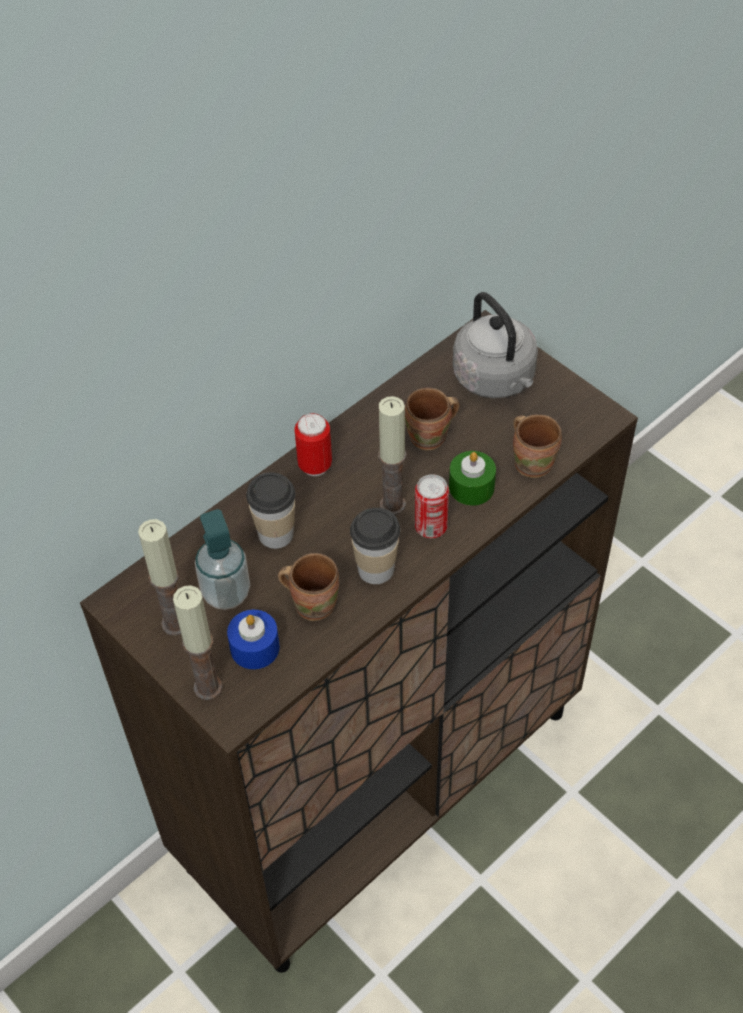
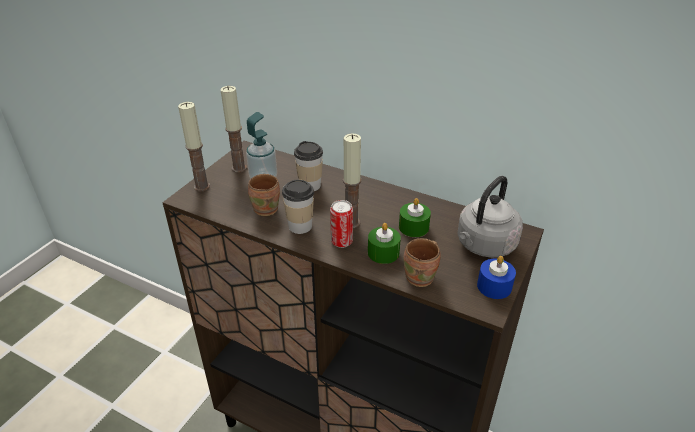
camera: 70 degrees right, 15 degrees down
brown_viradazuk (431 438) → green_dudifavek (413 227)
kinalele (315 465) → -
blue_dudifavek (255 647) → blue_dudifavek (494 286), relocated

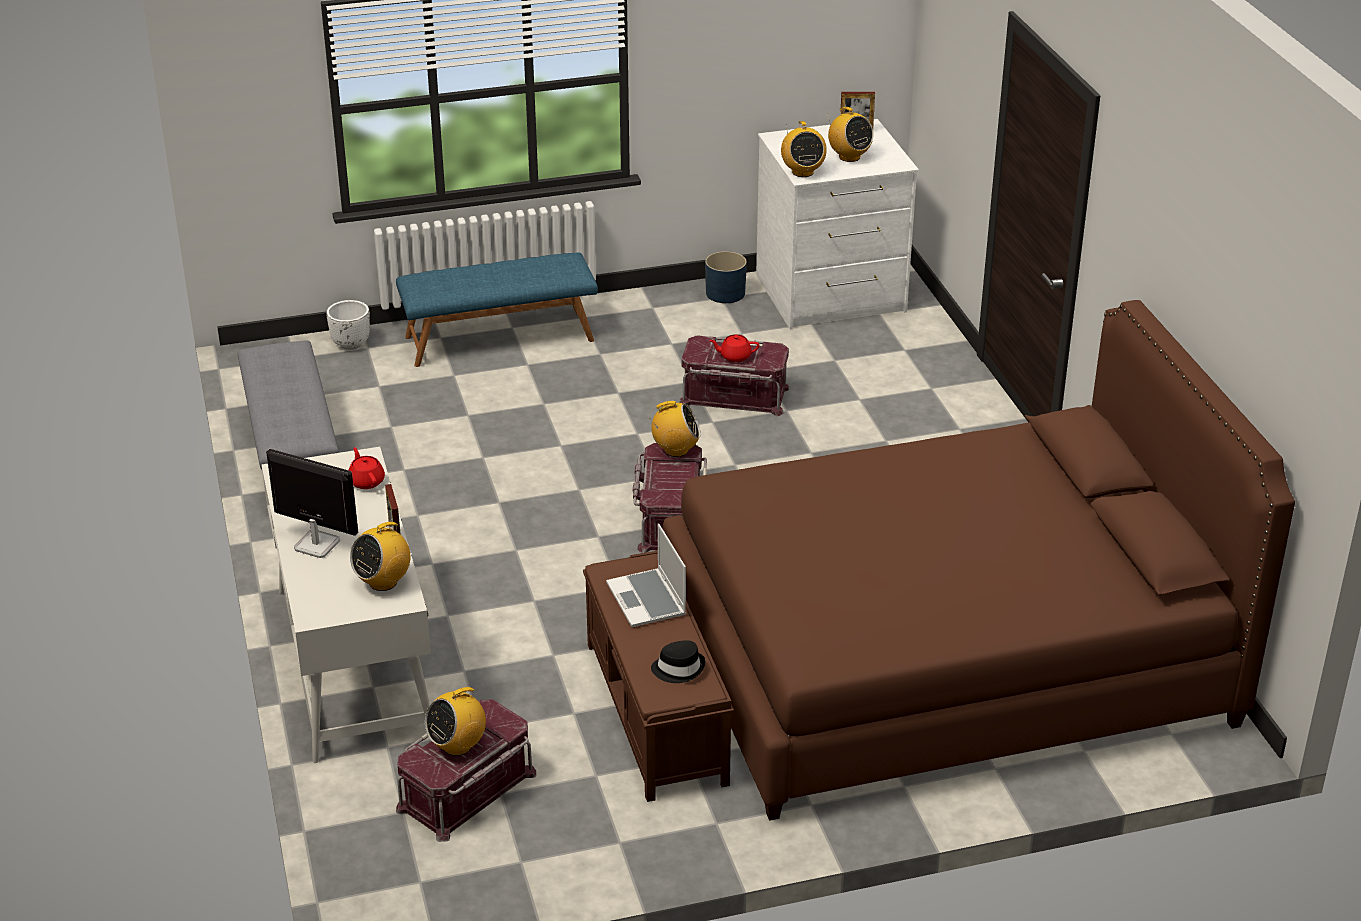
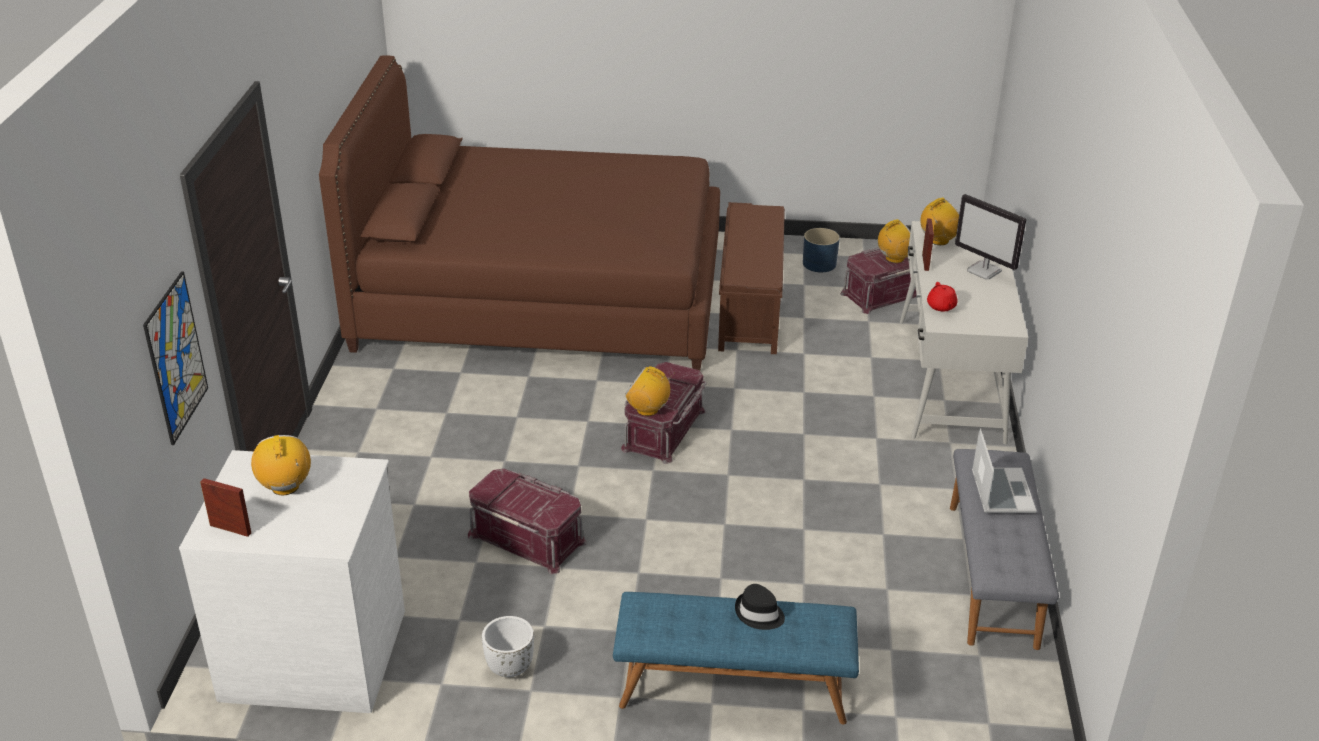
camera: 160 degrees left, 0 degrees up
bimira (802 172) → -
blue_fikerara (725 293) → blue_fikerara (819 264), relocated
white_fikerara (351 344) → white_fikerara (509 668), relocated
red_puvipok (734 356) → -
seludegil (648 600) → seludegil (1001 491), relocated
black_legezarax (679 668) → black_legezarax (759 614), relocated
- → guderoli (176 358)

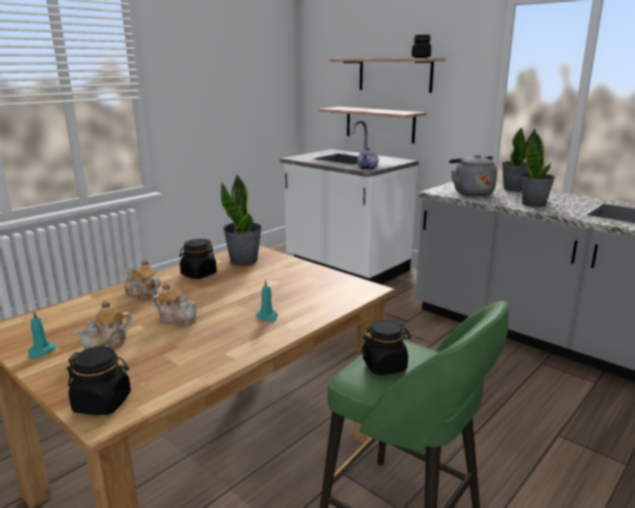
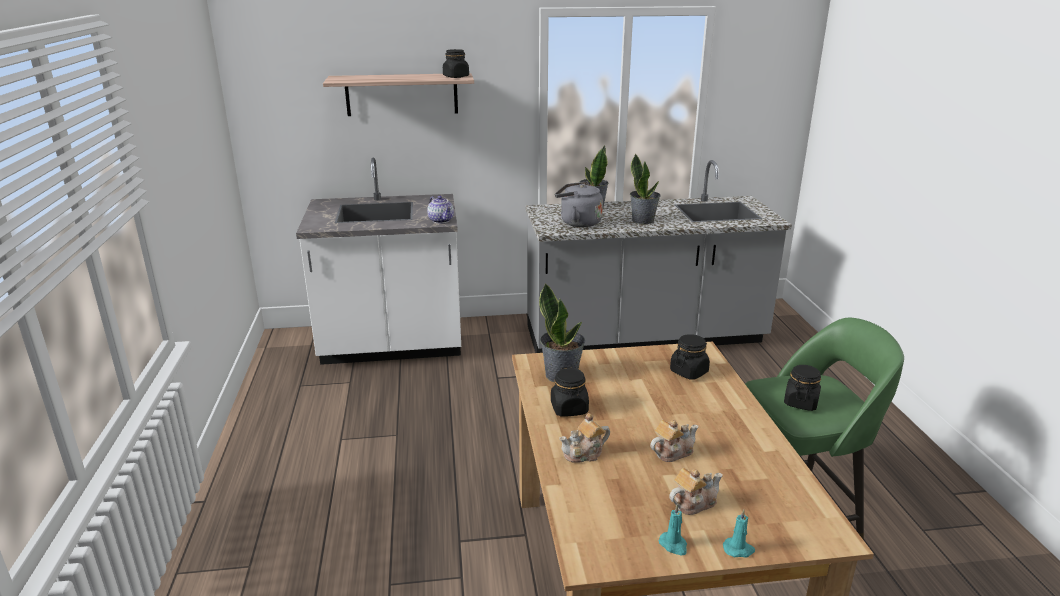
camera: 50 degrees left, 5 degrees up
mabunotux (379 124) → -
turquoise_dudifavek (267 317) → turquoise_dudifavek (739 549), relocated
puvipok (107 344) → puvipok (693 503), 105 degrees counterclockwise
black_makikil (102 403) → black_makikil (689 372), relocated

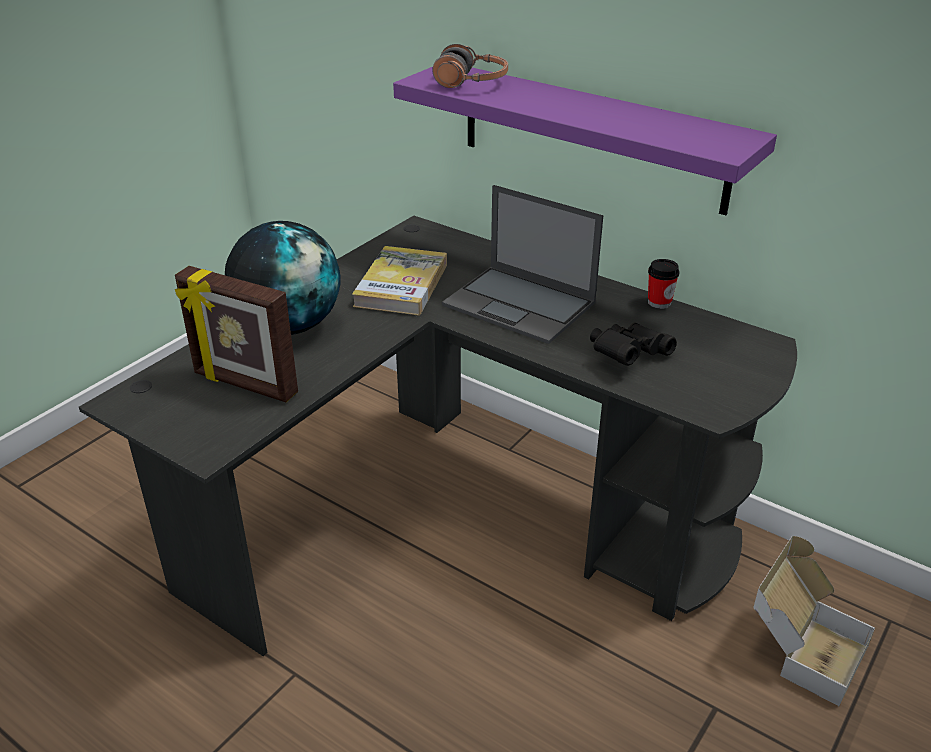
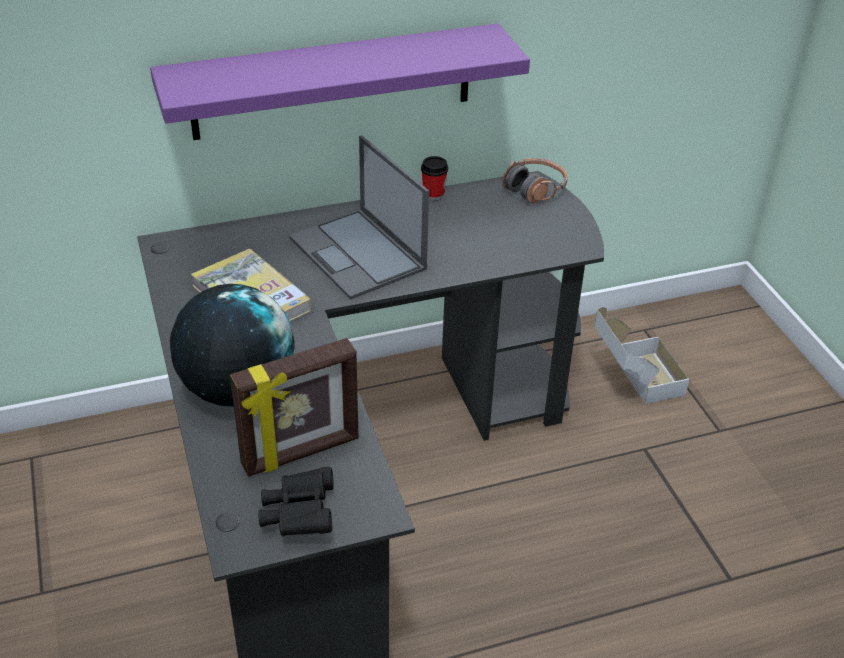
camera: 55 degrees left, 5 degrees up
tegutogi (471 83) → tegutogi (534 188), relocated
seludegil (521 304) → seludegil (358 254), 75 degrees clockwise
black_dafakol (627 356) → black_dafakol (299 515), relocated

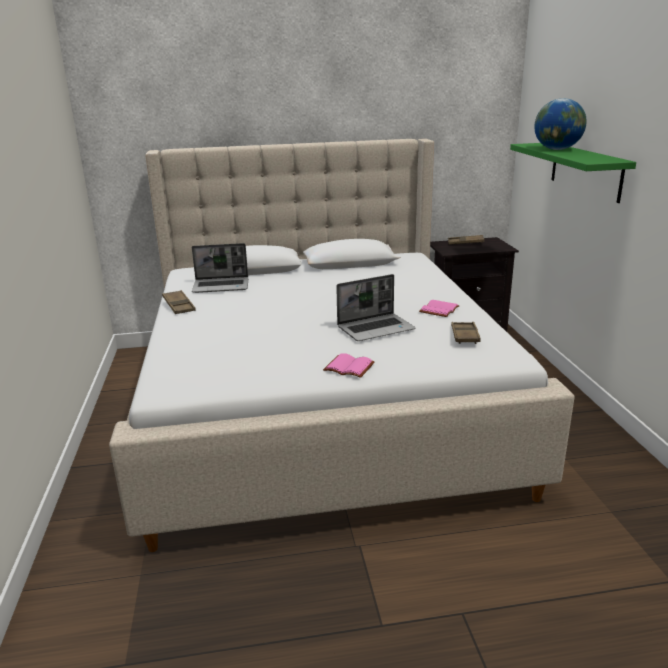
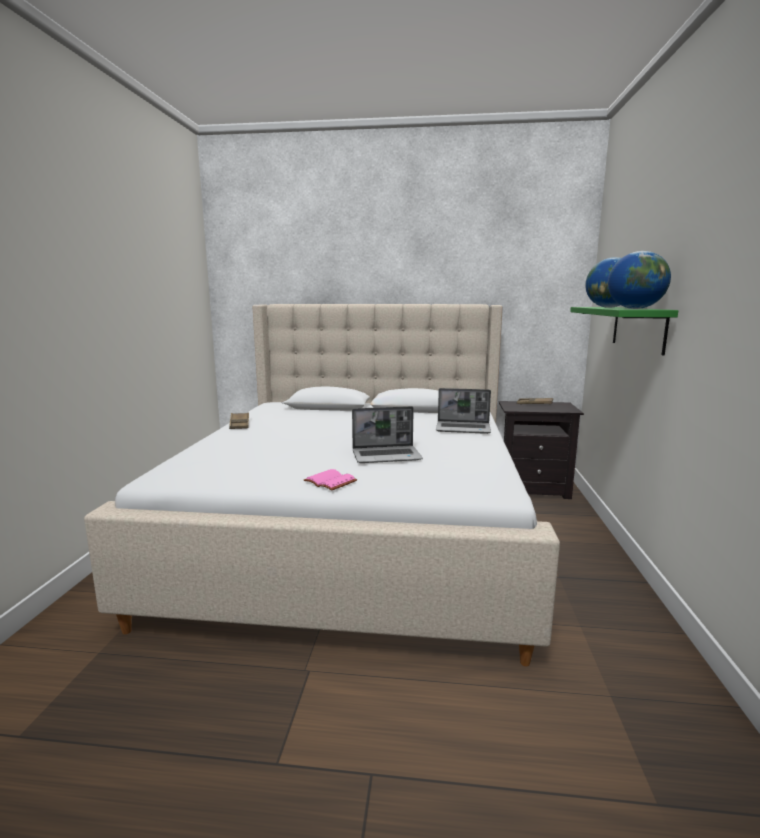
camera: 15 degrees right, 10 degrees down
seludegil (222 286) → seludegil (463 428), relocated
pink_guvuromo (438 309) → -
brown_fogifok (464 336) → -
- → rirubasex (635 308)

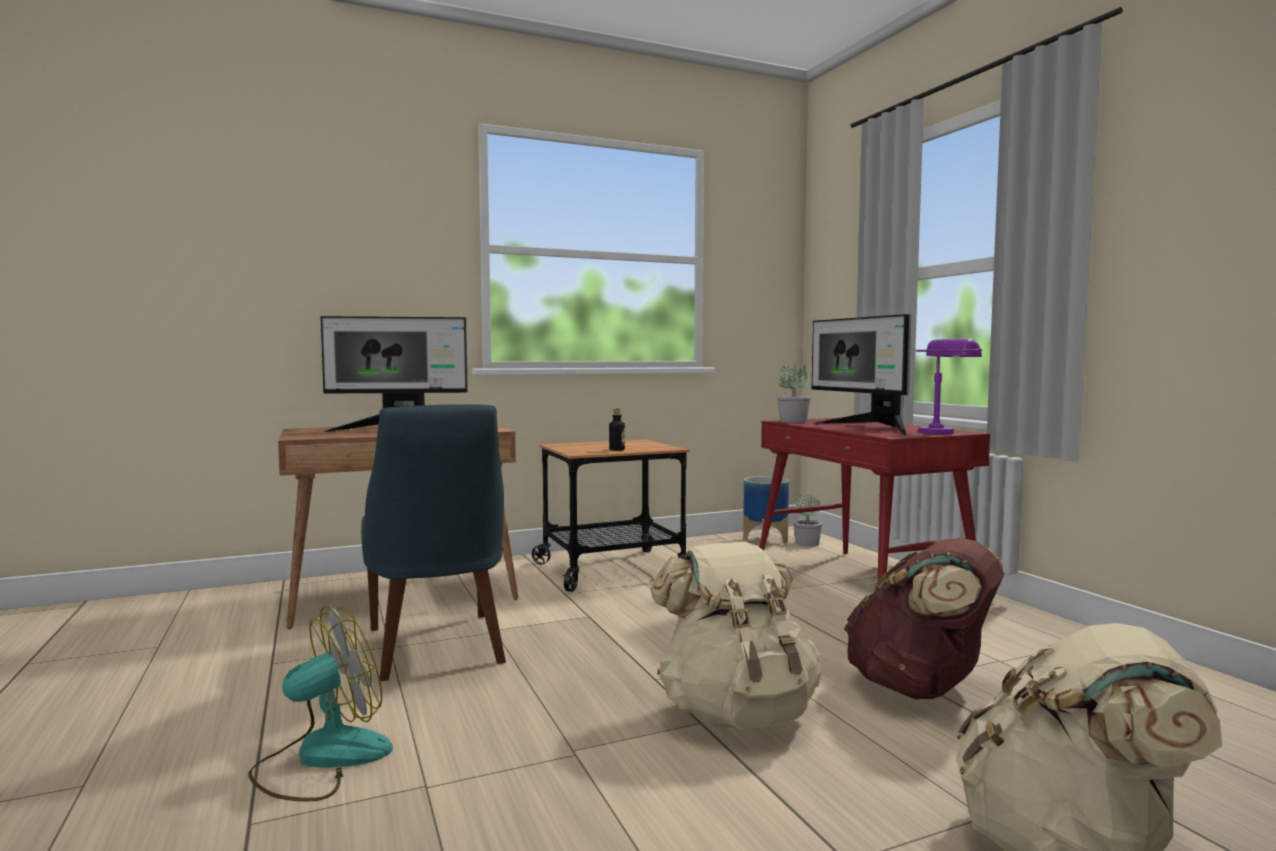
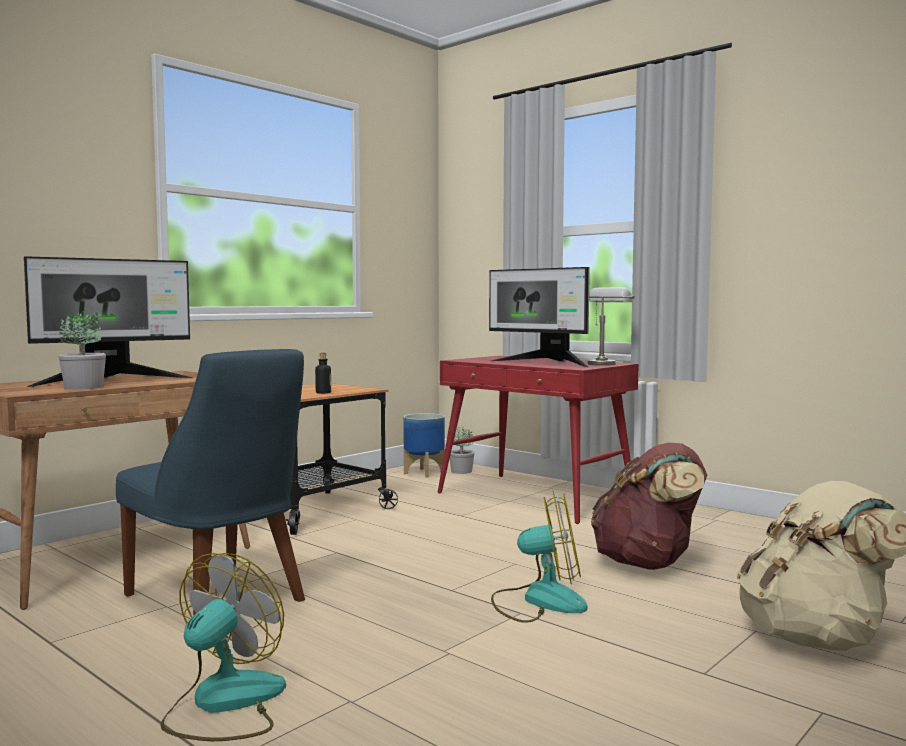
camera: 25 degrees left, 0 degrees up
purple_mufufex (943 432) → grey_mufufex (605 363)
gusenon (793 421) → gusenon (84 387), relocated
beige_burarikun (736 712) → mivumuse (539 601)

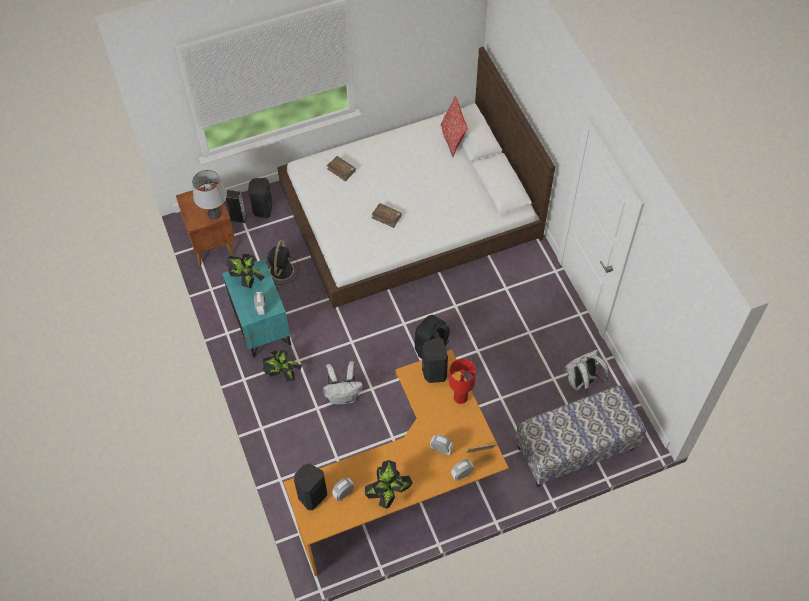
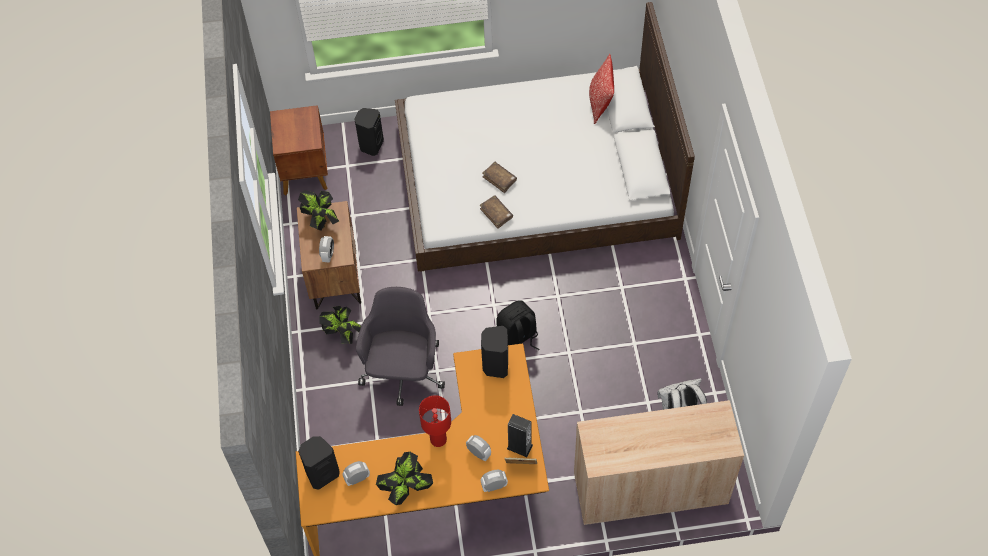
camera: 15 degrees right, 0 degrees up
brown_guvuromo (341 170) → brown_guvuromo (496 214), relocated
grey_mufufex (214 213) → -
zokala (238 217) → zokala (519 446), relocated
black_mivumuse (282 269) → -
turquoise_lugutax (261 326) → brown_lugutax (334 275)
red_mufufex (461 398) → red_mufufex (438 440), relocated
white_burarikun (343 396) → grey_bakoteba (403 372)
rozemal (575 449) → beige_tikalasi (650 488)

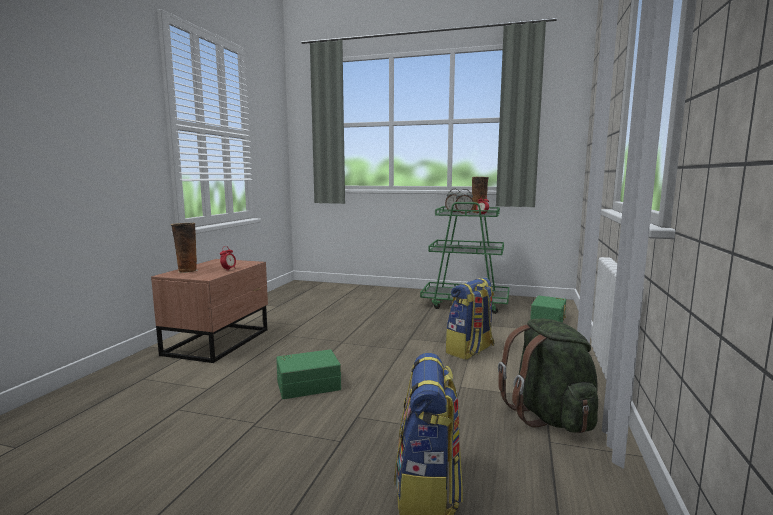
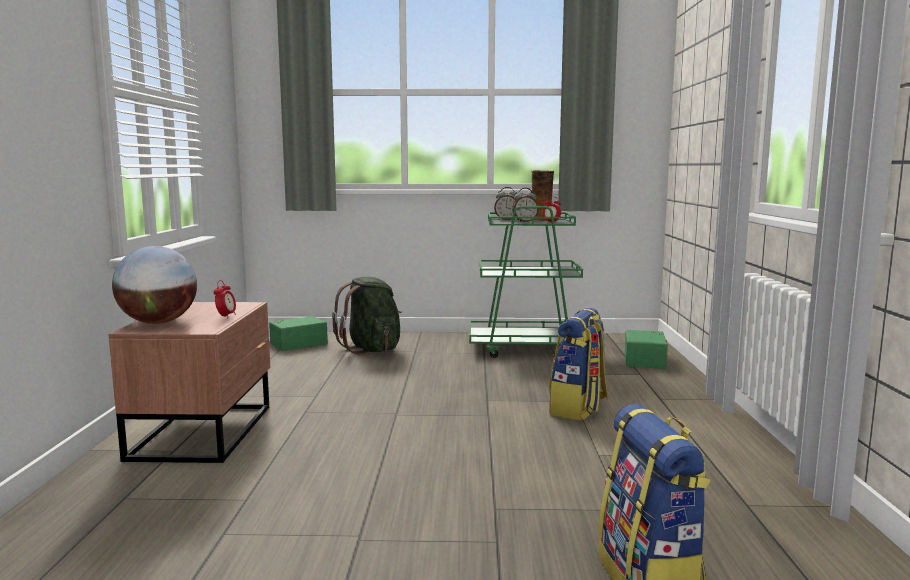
camera: 15 degrees left, 0 degrees up
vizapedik (186 271) → rirubasex (158 322)
green_burarikun (549 416) → green_burarikun (372 349), relocated
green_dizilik (308 384) → green_dizilik (298 343), relocated

